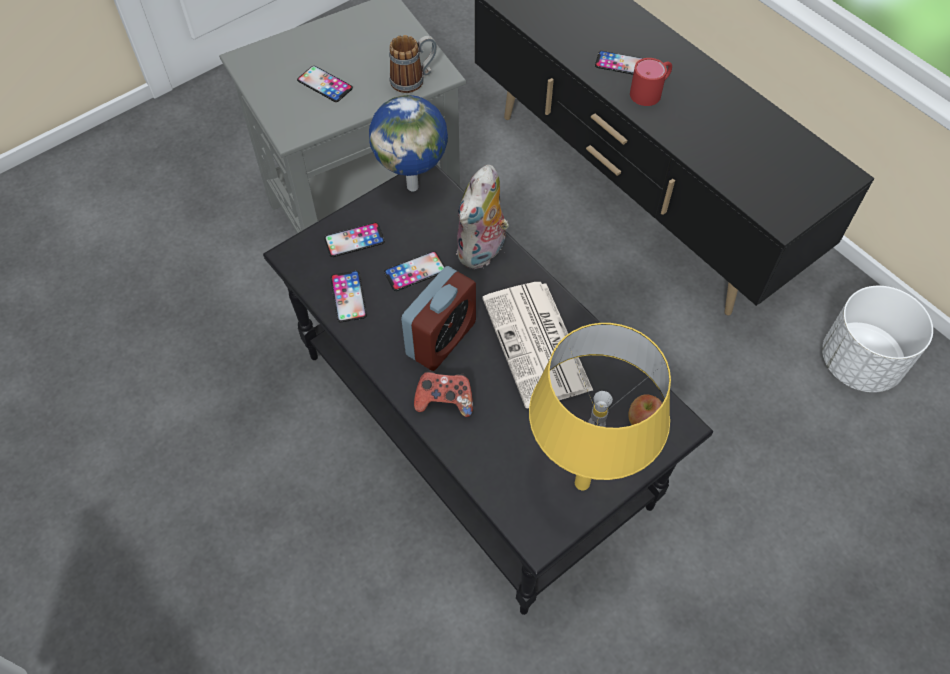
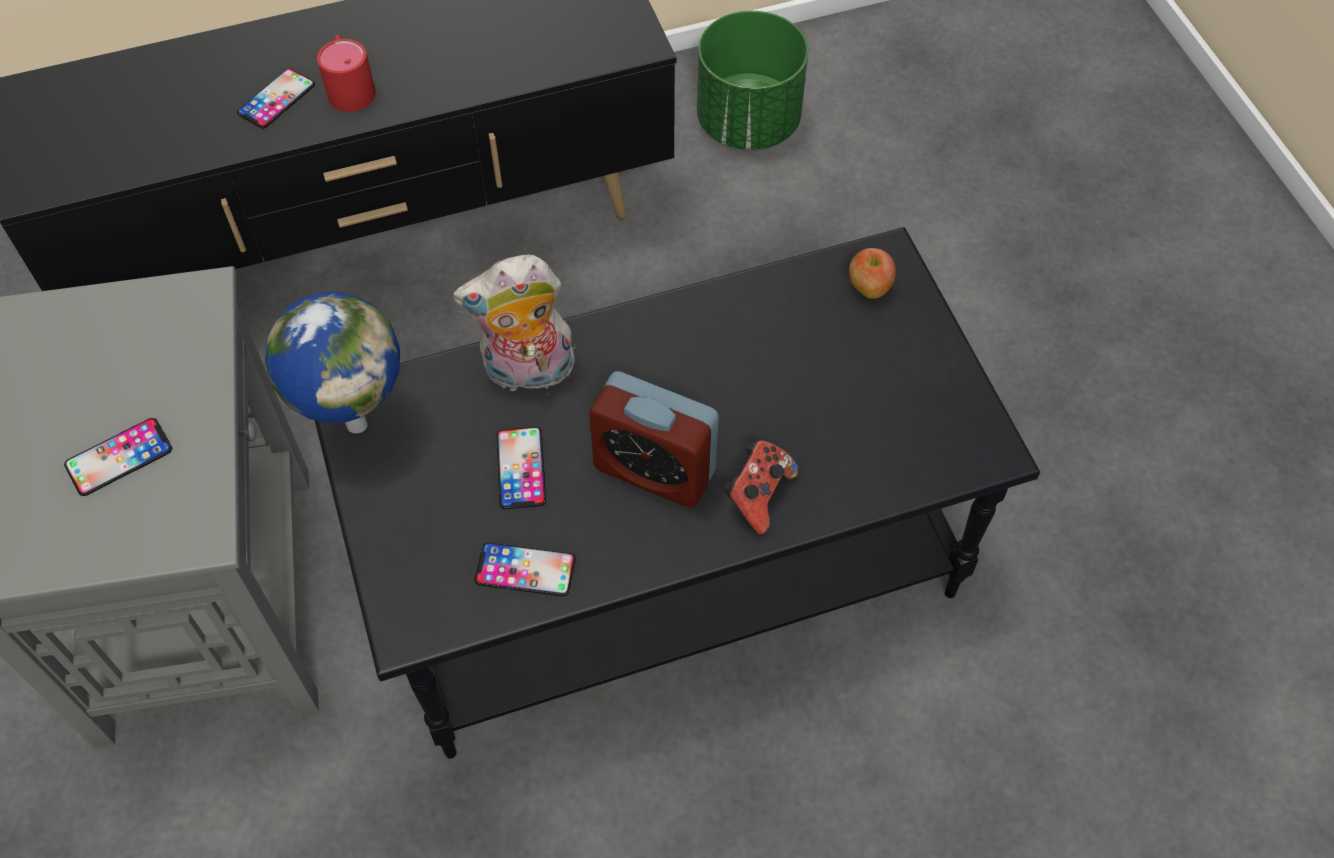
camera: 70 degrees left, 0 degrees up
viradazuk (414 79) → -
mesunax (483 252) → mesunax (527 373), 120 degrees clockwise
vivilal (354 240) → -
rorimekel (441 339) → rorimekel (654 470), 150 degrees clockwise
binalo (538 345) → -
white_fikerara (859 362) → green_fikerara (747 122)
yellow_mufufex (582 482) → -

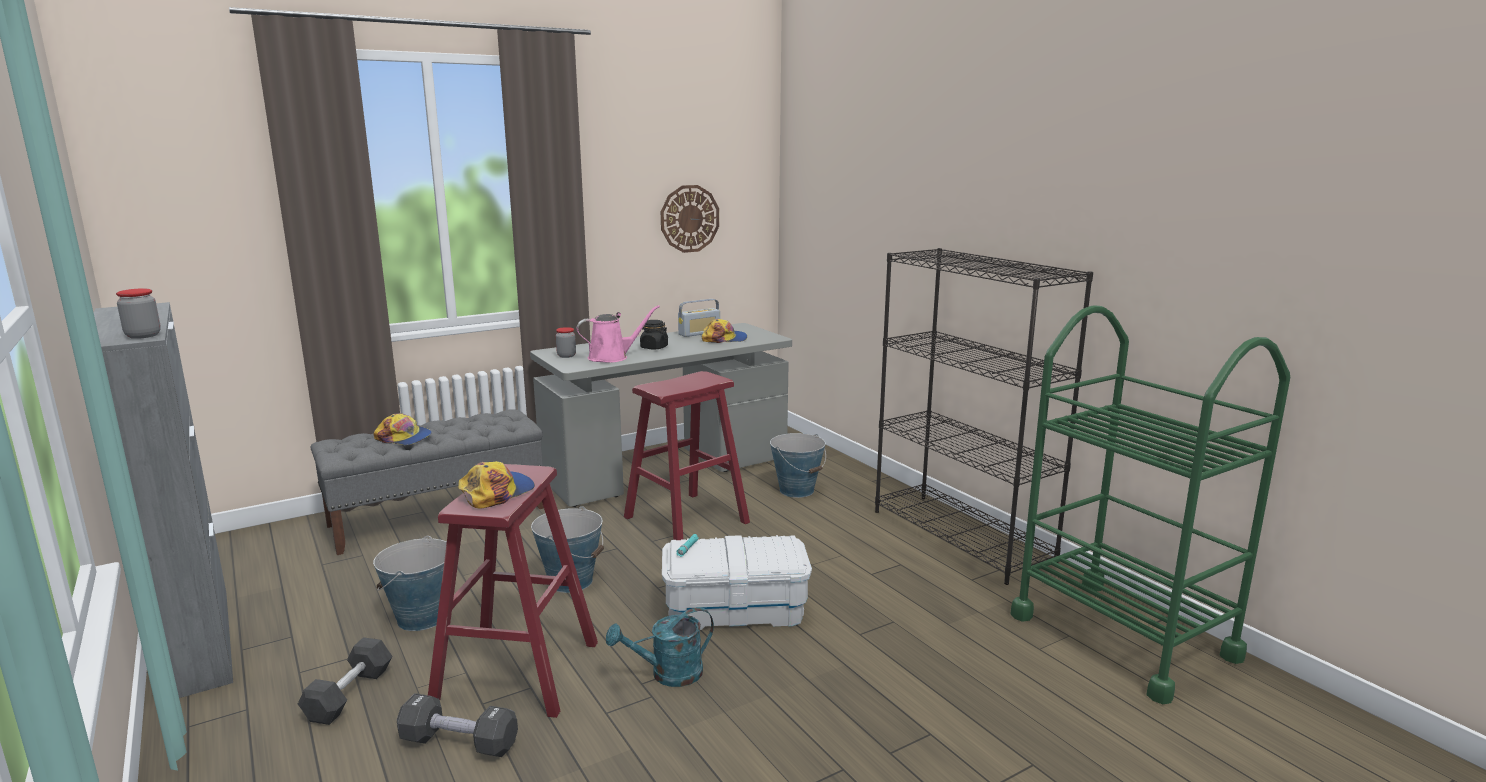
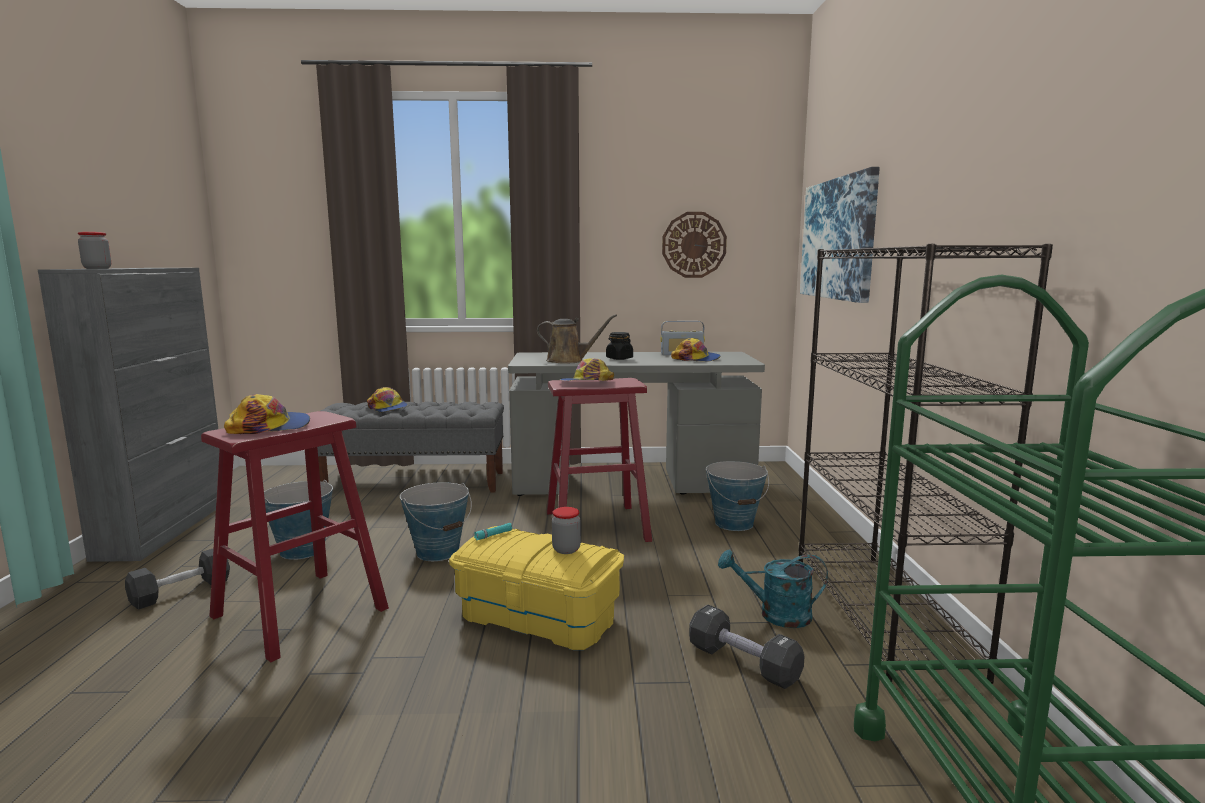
camera: 30 degrees right, 5 degrees down
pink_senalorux (612 357) → brown_senalorux (569 361)
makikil (566 356) → makikil (566 549), relocated
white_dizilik (735 610) → yellow_dizilik (539 616)
turquoise_senalorux (668 675) → turquoise_senalorux (775 615), relocated
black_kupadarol (459 743) → black_kupadarol (743 663), relocated
- → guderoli (838 239)
- → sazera (586 382)

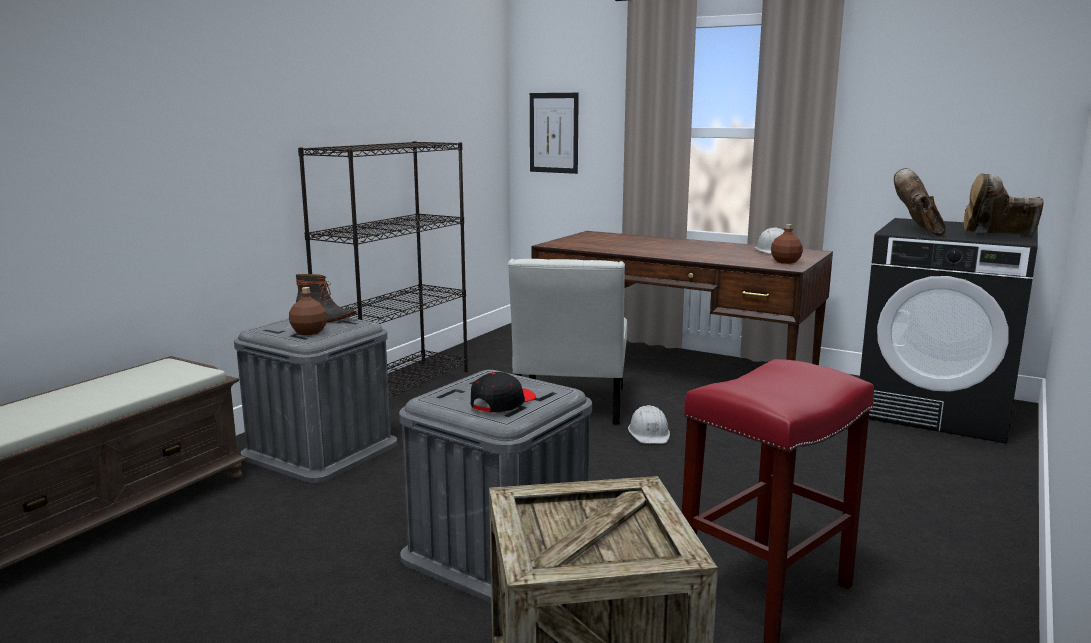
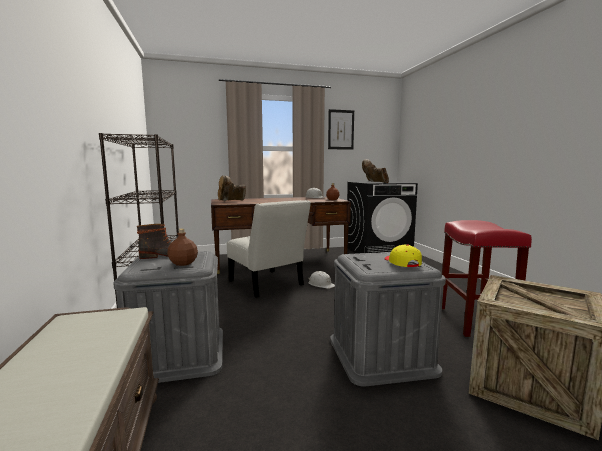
camera: 45 degrees left, 5 degrees down
guderoli (554 133) → guderoli (341 129), relocated
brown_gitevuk (996 236) → brown_gitevuk (231 201), relocated
black_sazera (502 403) → yellow_sazera (402 263)

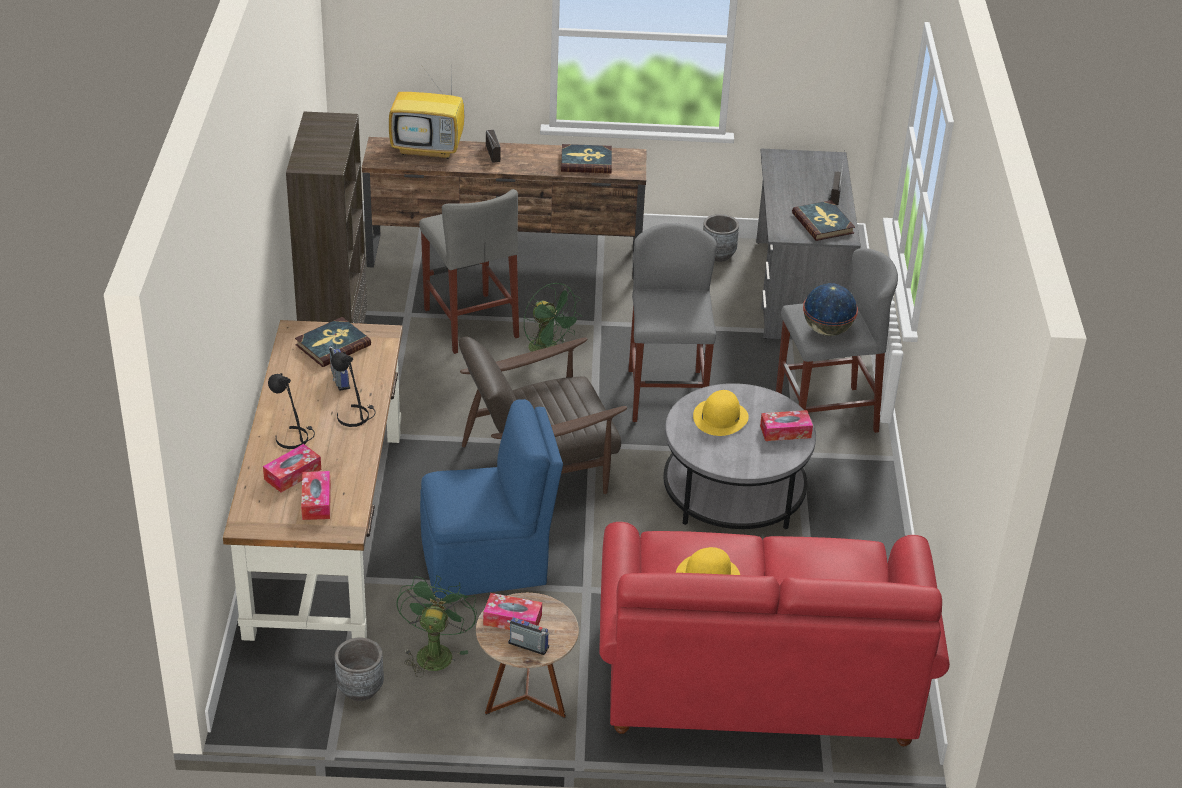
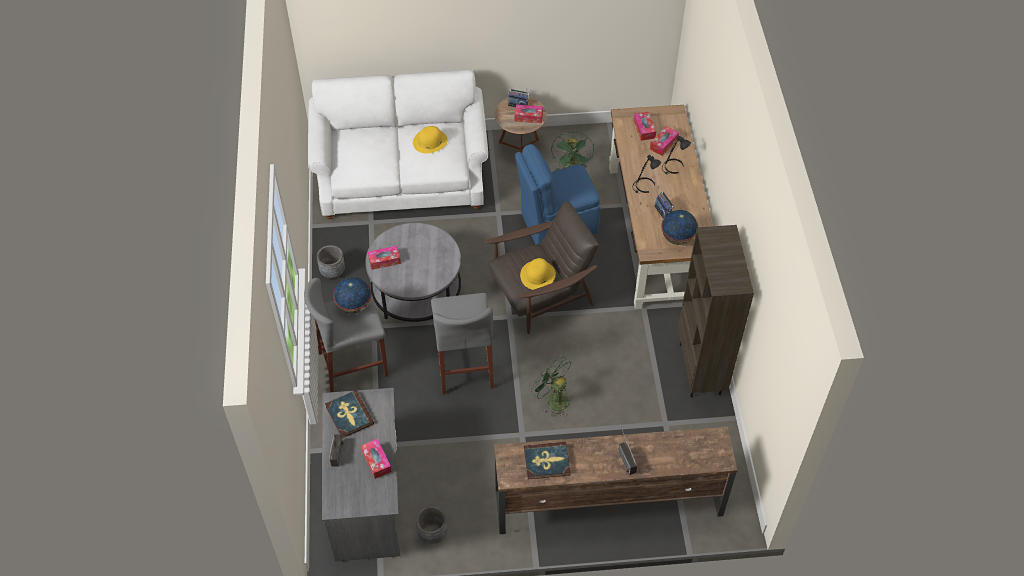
camera: 175 degrees right, 15 degrees up
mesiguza (429 149) → -
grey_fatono (470 323) → -
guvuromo (332 345) → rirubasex (678 238)
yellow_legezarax (720 417) → yellow_legezarax (538 275), relocated
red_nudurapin (757 672) → white_nudurapin (402 176)
grey_fikerara (360 689) → grey_fikerara (332 271), relocated
- → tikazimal (376 461)

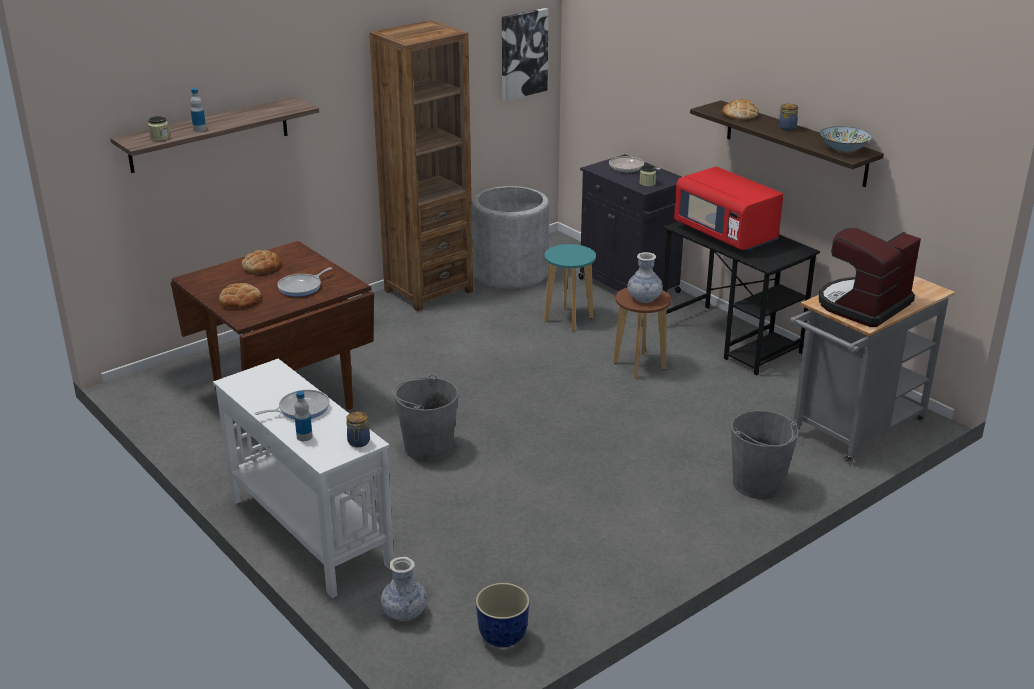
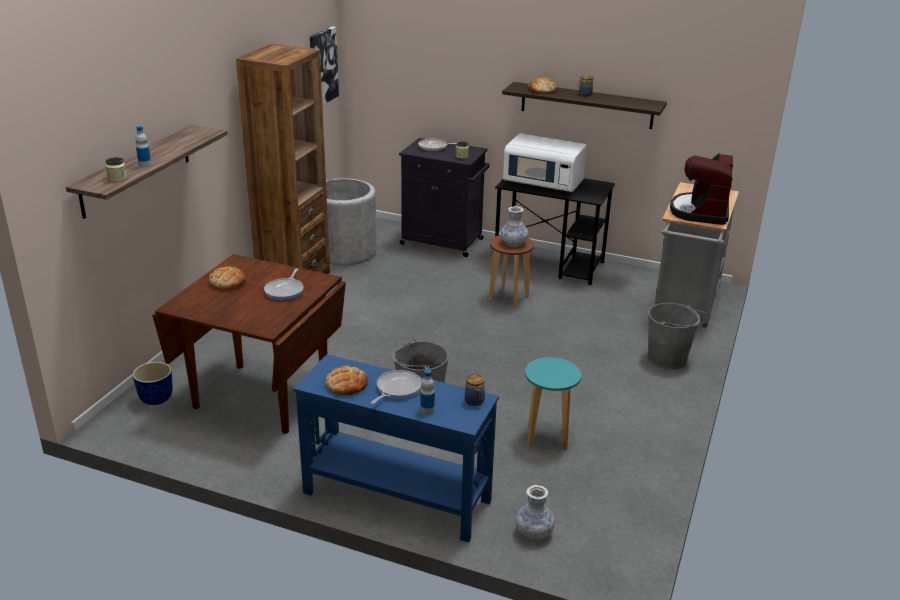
camera: 30 degrees left, 0 degrees up
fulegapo (843 149) → -
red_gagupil (726 234) → white_gagupil (543 184)
turquoise_fatono (568 319) → turquoise_fatono (547 437), relocated
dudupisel (240 300) → dudupisel (346 384), relocated
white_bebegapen (310 531) → blue_bebegapen (396 496)
fikerara (502 637) → fikerara (156 399), relocated

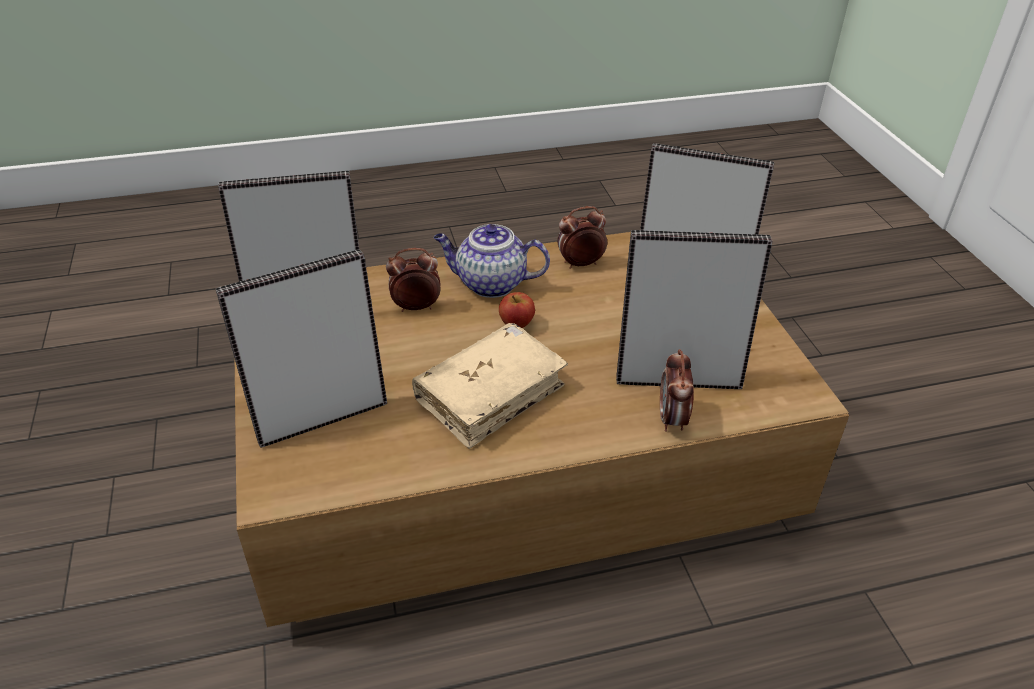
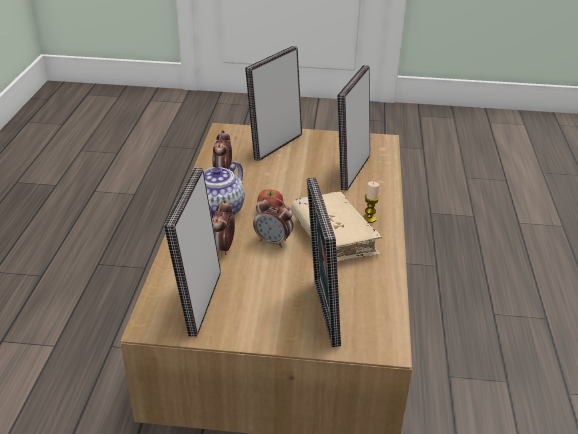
camera: 70 degrees left, 5 degrees down
rorimekel (672 419) → rorimekel (273 242), relocated
- → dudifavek (369 218)

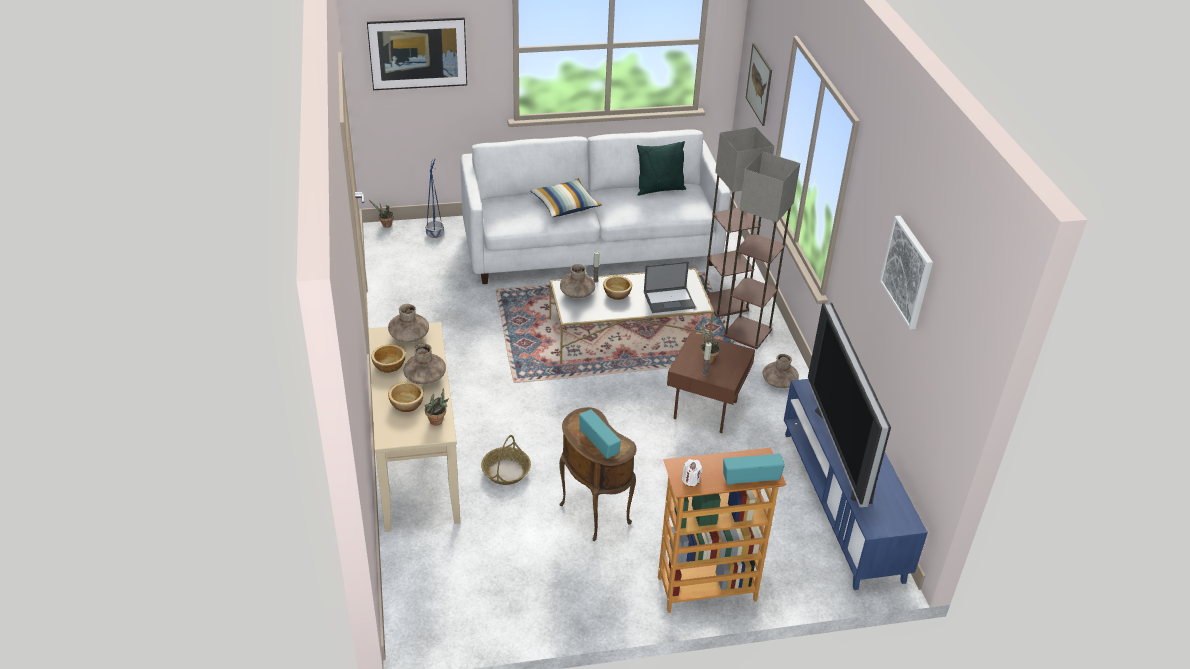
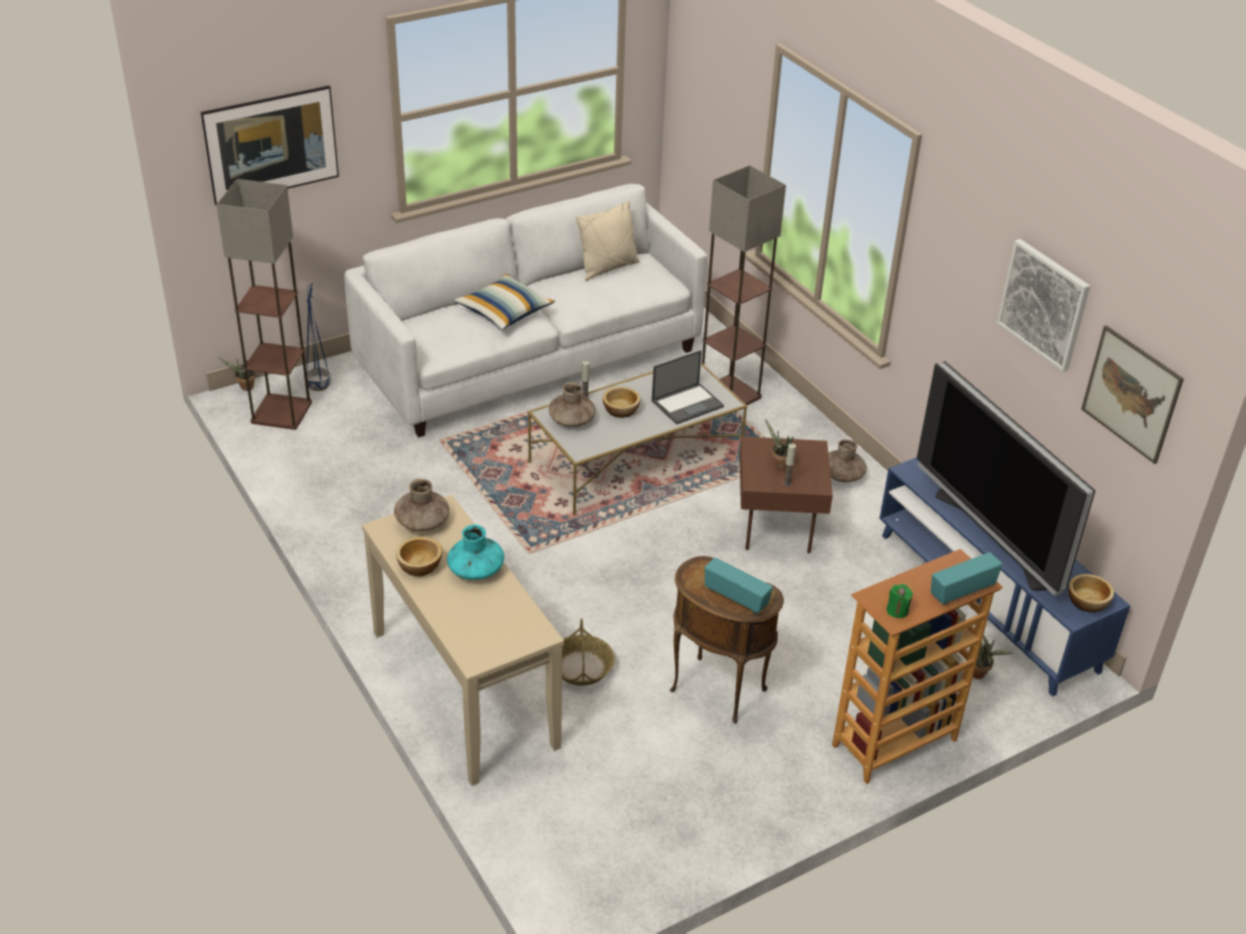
camera: 20 degrees left, 0 degrees up
guderoli (759 84) → guderoli (1131 394), relocated
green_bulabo (660 189) → beige_bulabo (608 268)
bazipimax (747 332) → bazipimax (281 412), relocated
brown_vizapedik (425 377) → turquoise_vizapedik (476 570)
fulegapo (407 404) → fulegapo (1088 602), relocated
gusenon (438 421) → gusenon (979 673), relocated
white_dudifavek (691 480) → green_dudifavek (897 610)

